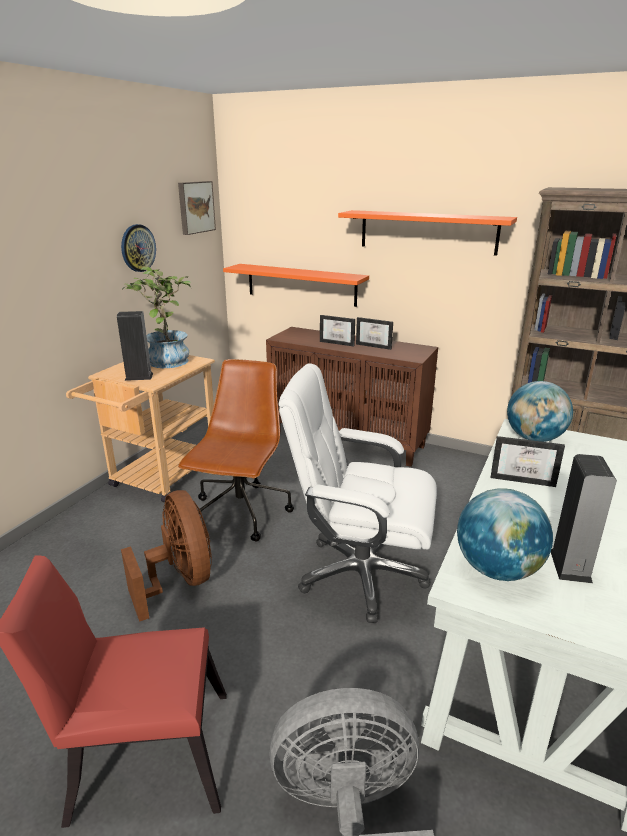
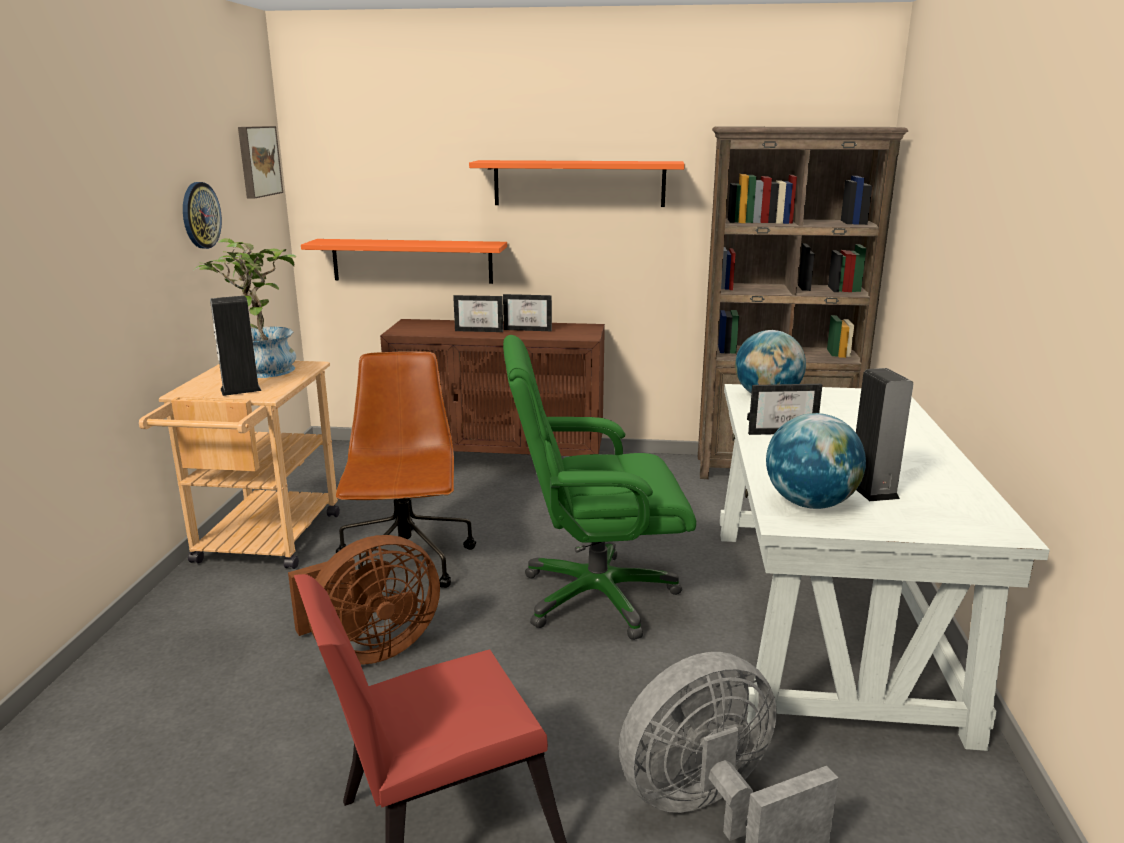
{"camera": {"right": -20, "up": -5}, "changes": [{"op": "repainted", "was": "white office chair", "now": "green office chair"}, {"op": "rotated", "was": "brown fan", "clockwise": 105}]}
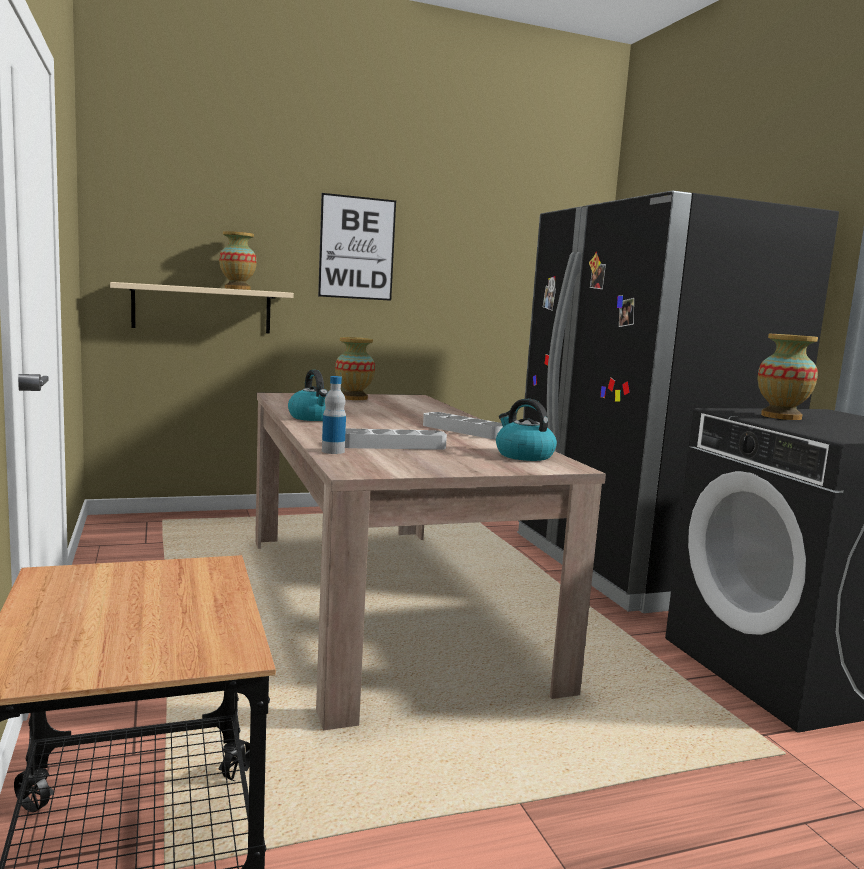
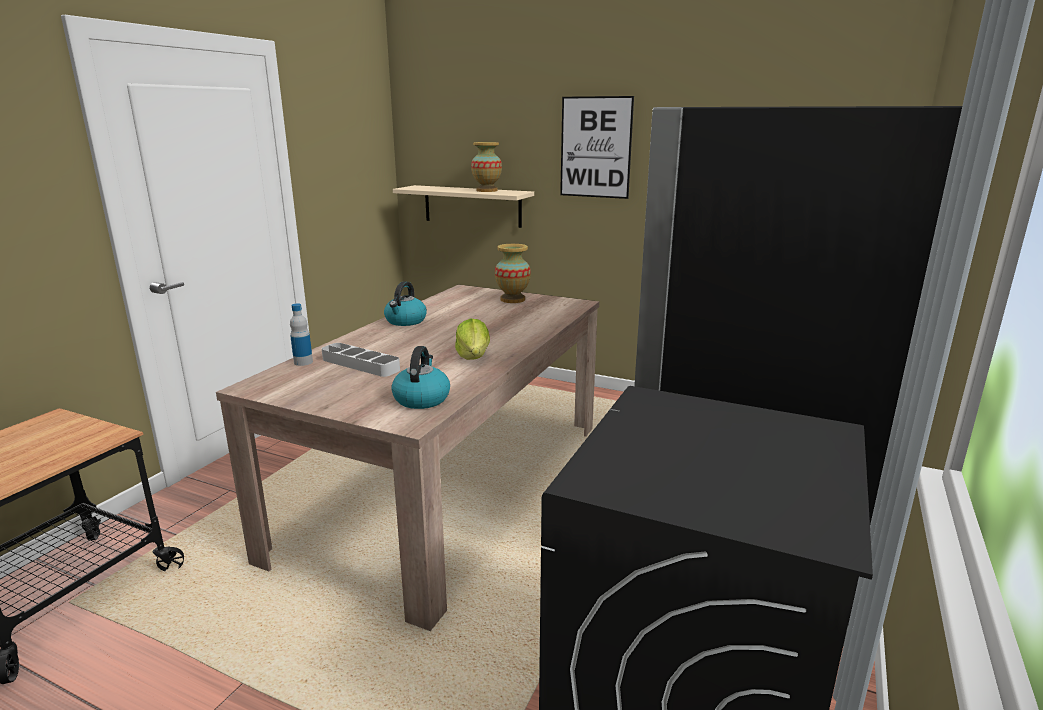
{"camera": {"right": 45, "up": 10}, "changes": [{"op": "gone", "was": "vase (no. 3 from left)"}, {"op": "swapped", "was": "grey tray (no. 2 from left)", "now": "lettuce"}]}
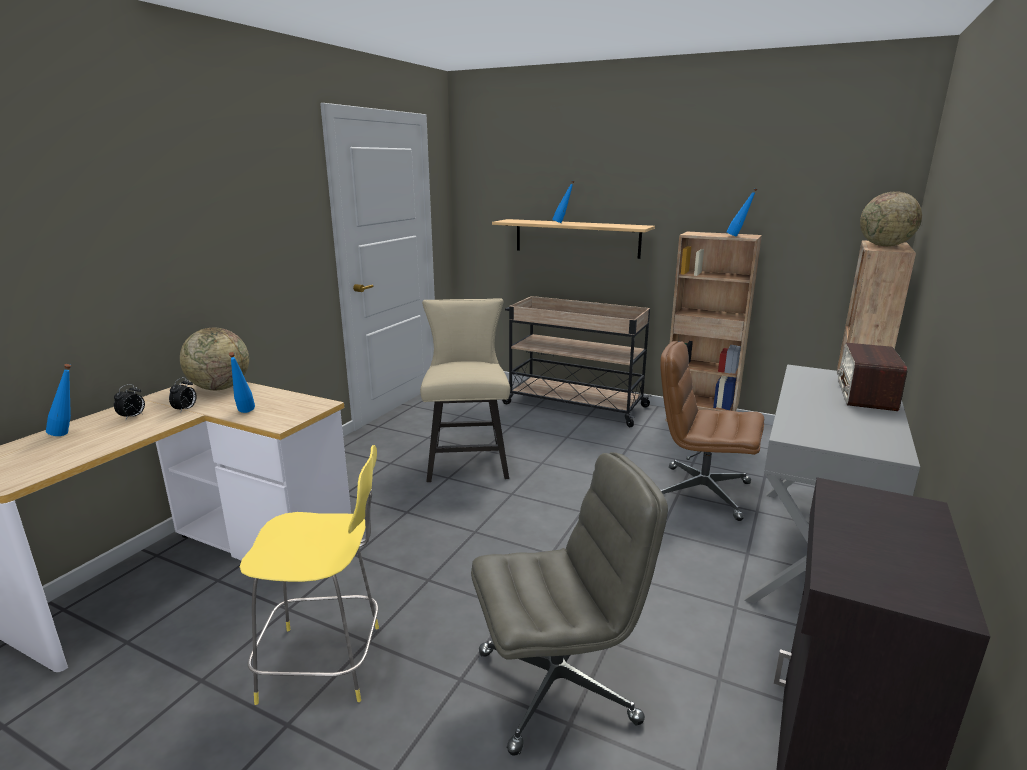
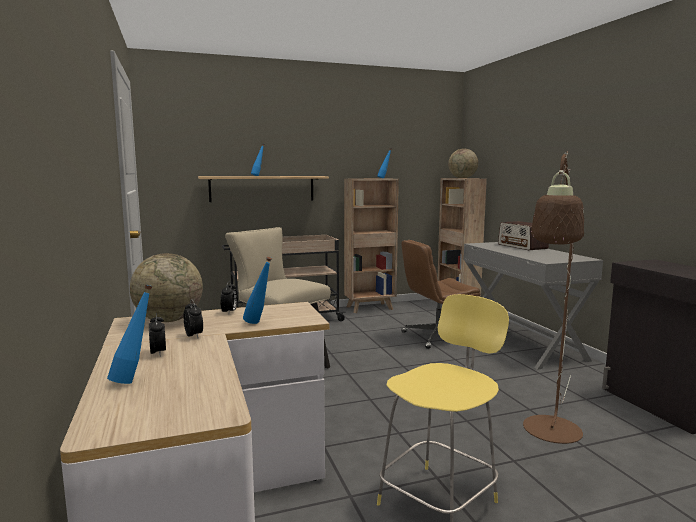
{"camera": {"right": -45, "up": -10}, "changes": [{"op": "swapped", "was": "grey office chair", "now": "brown floor lamp"}, {"op": "new", "now": "alarm clock (no. 3 from left)"}]}
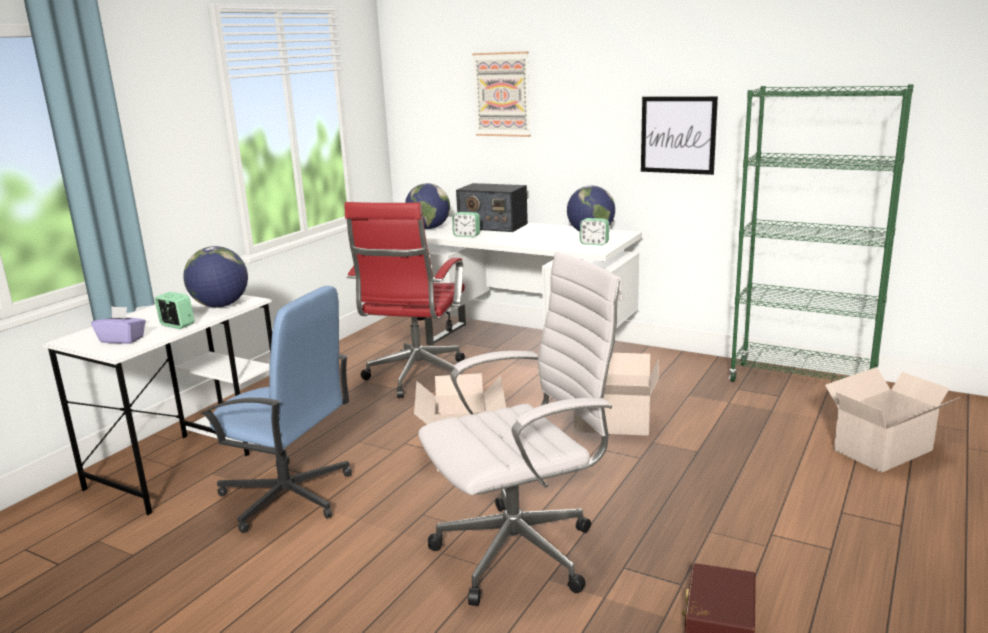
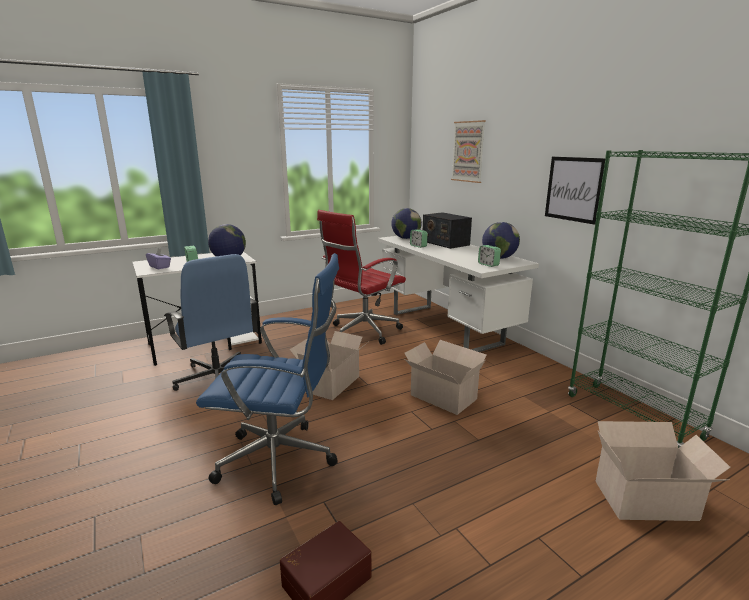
{"camera": {"right": 30, "up": 0}, "changes": [{"op": "repainted", "was": "white office chair", "now": "blue office chair (no. 2 from left)"}]}
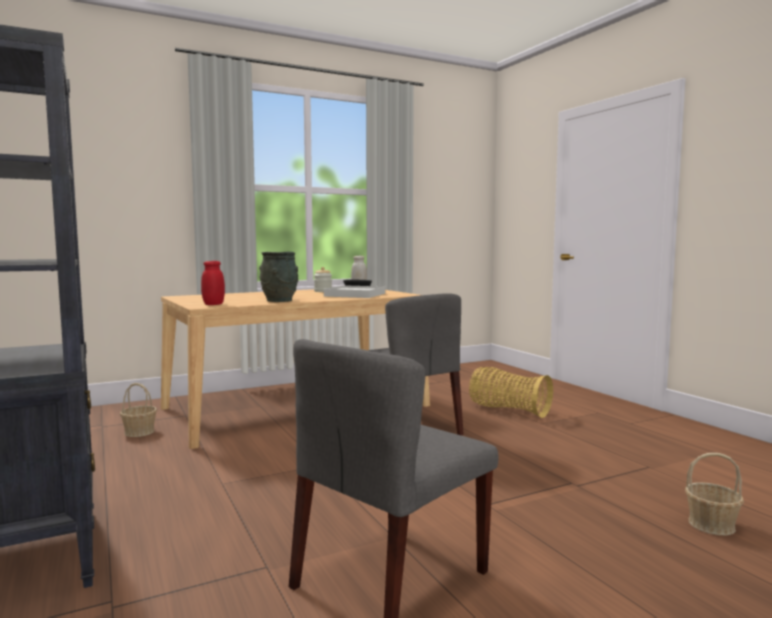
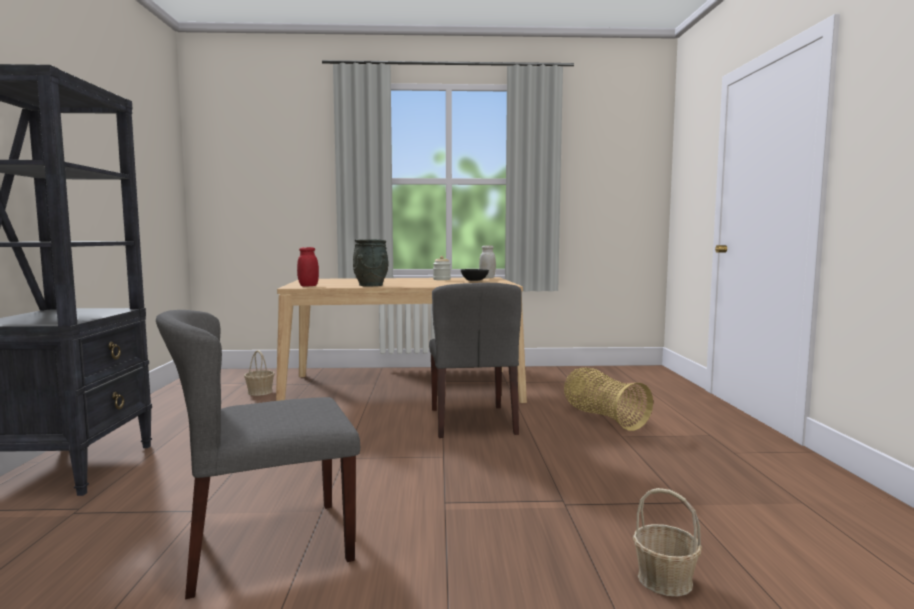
{"camera": {"right": 25, "up": 0}, "changes": [{"op": "gone", "was": "white tray"}]}
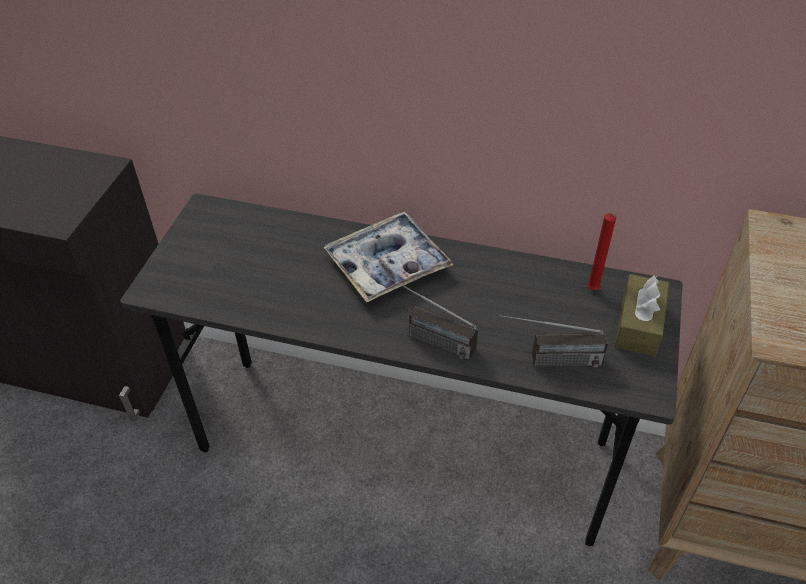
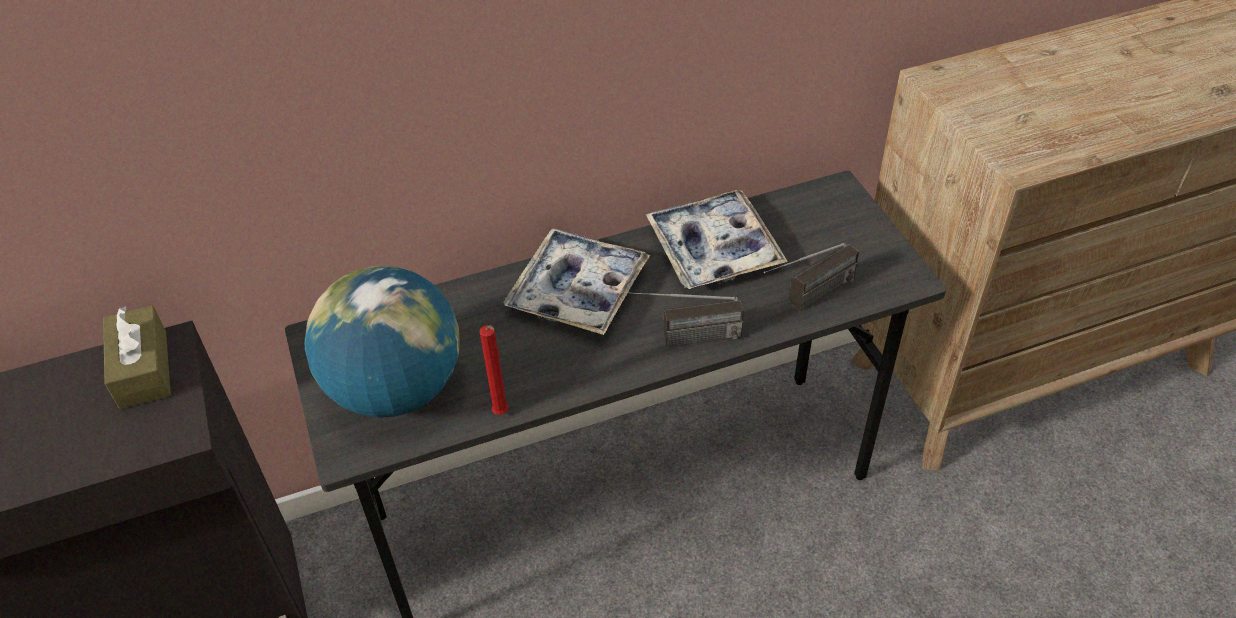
{"camera": {"right": -35, "up": 0}, "changes": [{"op": "shifted", "was": "red candle"}, {"op": "shifted", "was": "brown tissue box"}, {"op": "new", "now": "tray (no. 2 from left)"}, {"op": "new", "now": "globe"}]}
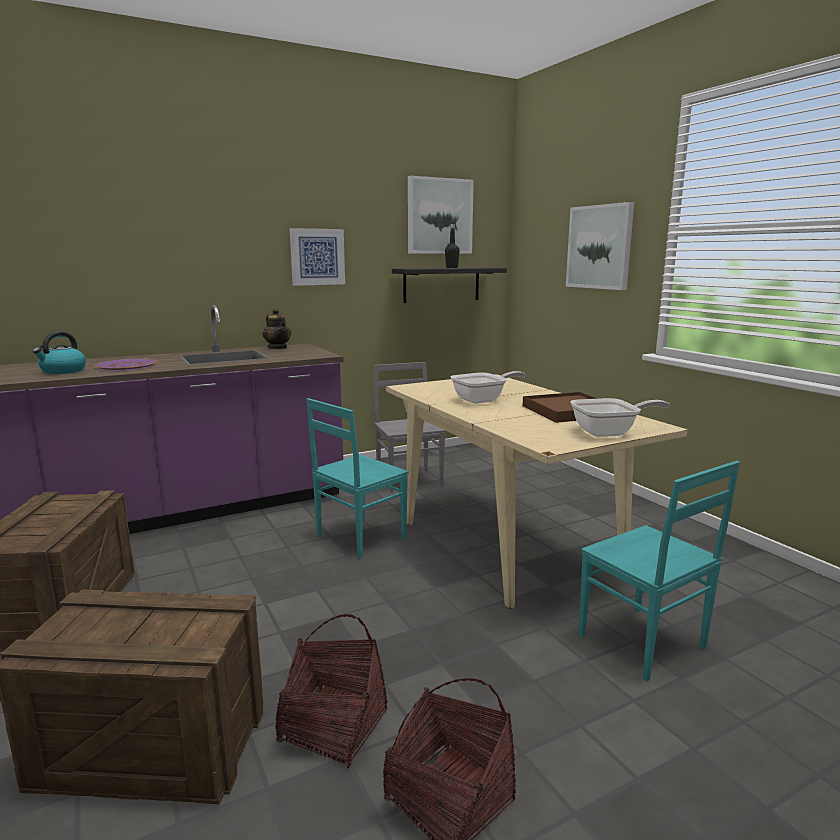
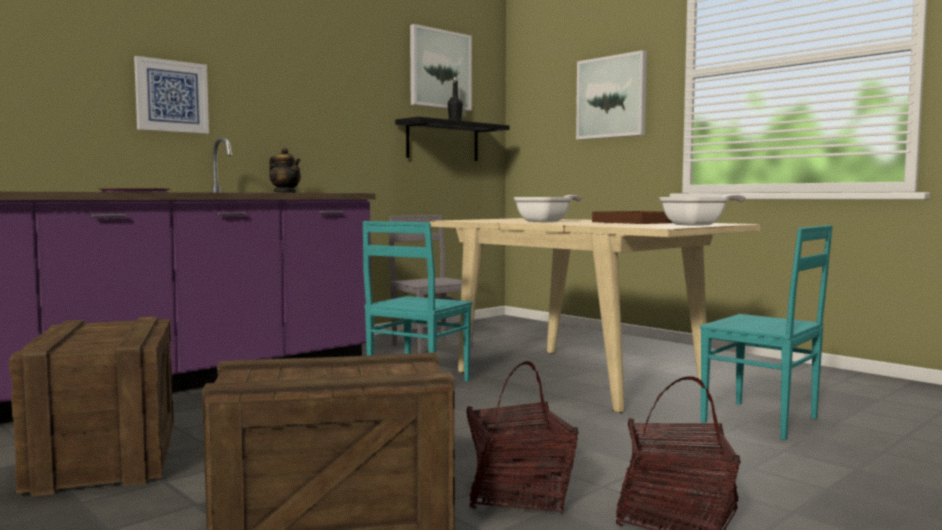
{"camera": {"right": -15, "up": -10}, "changes": [{"op": "shifted", "was": "picture (no. 1 from left)"}, {"op": "gone", "was": "kettle"}]}
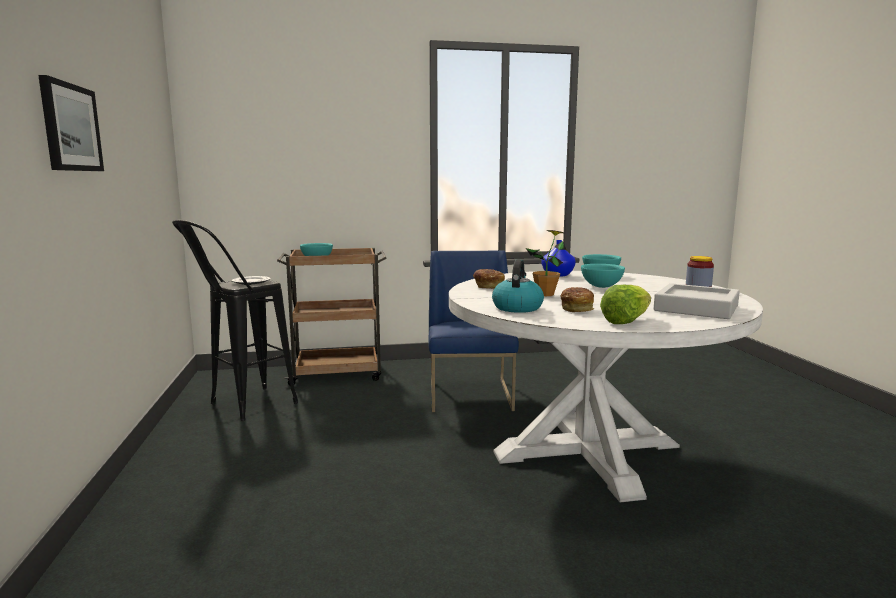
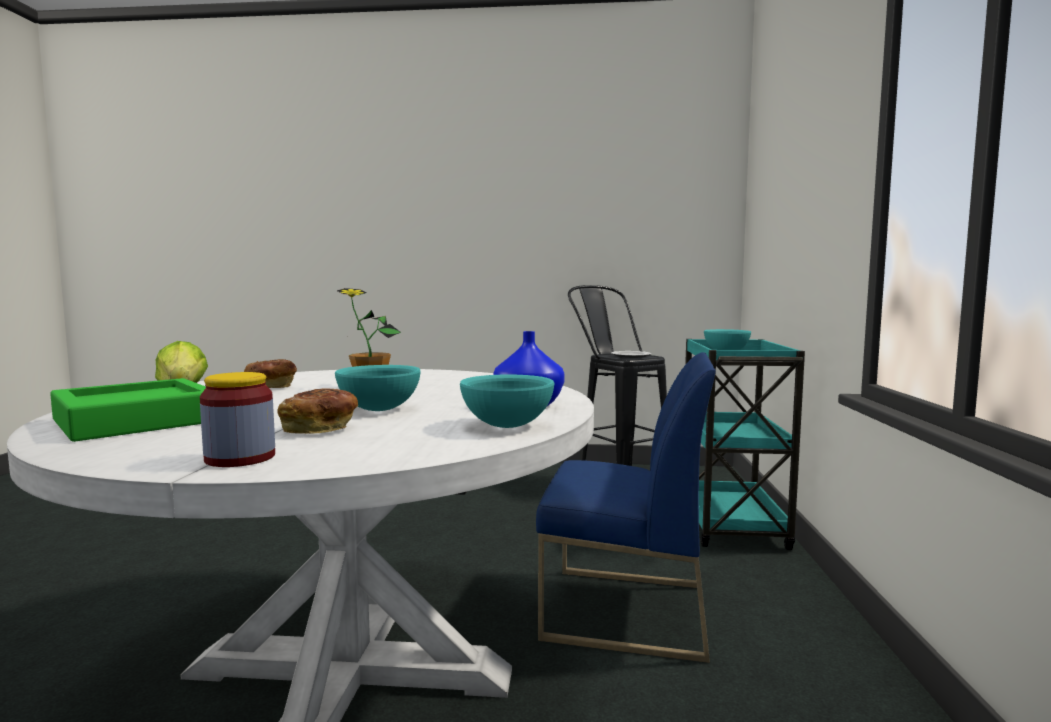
{"camera": {"right": 105, "up": -5}, "changes": [{"op": "gone", "was": "picture"}, {"op": "repainted", "was": "brown cart", "now": "turquoise cart"}, {"op": "gone", "was": "kettle"}, {"op": "shifted", "was": "bread (no. 1 from left in the first image)", "now": "bread (no. 2 from left)"}, {"op": "repainted", "was": "grey tray", "now": "green tray"}]}
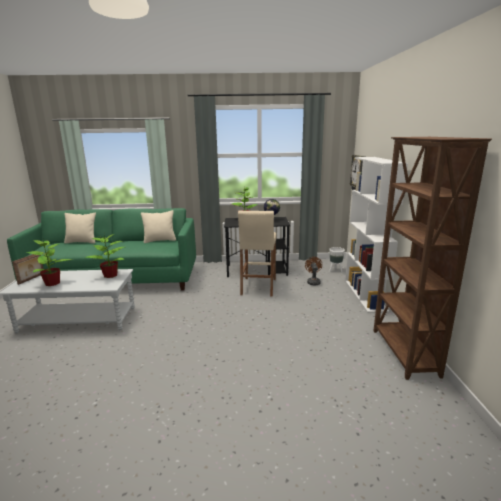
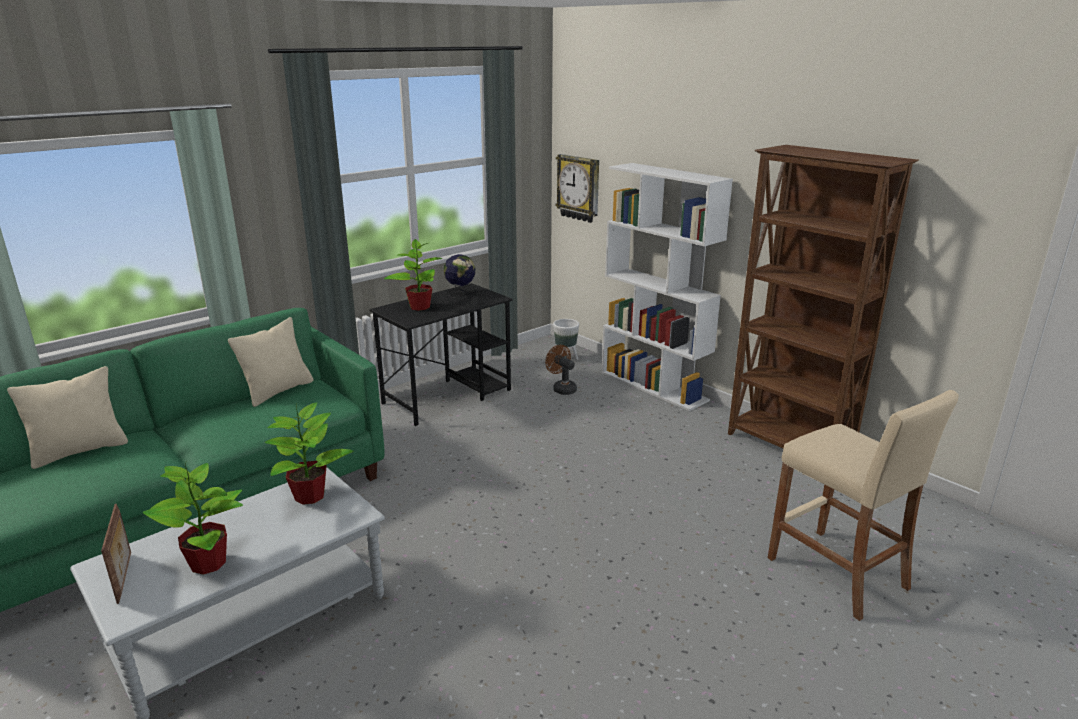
{"camera": {"right": -40, "up": 5}, "changes": [{"op": "shifted", "was": "beige stool"}]}
